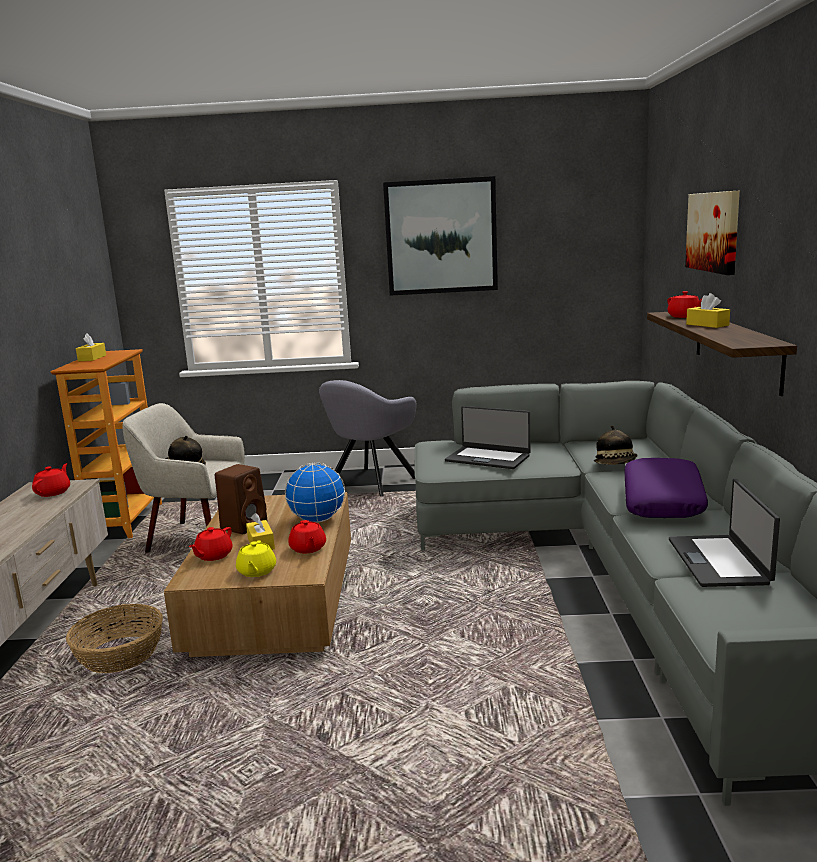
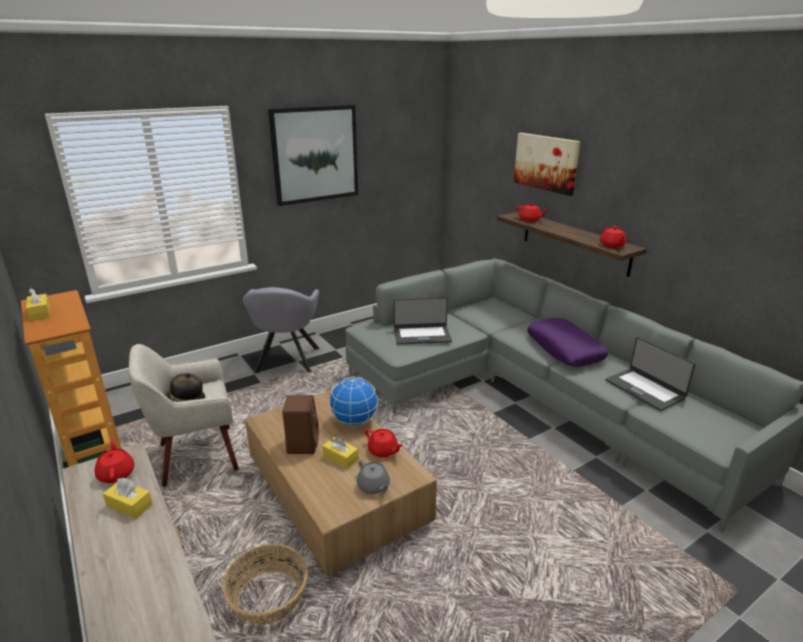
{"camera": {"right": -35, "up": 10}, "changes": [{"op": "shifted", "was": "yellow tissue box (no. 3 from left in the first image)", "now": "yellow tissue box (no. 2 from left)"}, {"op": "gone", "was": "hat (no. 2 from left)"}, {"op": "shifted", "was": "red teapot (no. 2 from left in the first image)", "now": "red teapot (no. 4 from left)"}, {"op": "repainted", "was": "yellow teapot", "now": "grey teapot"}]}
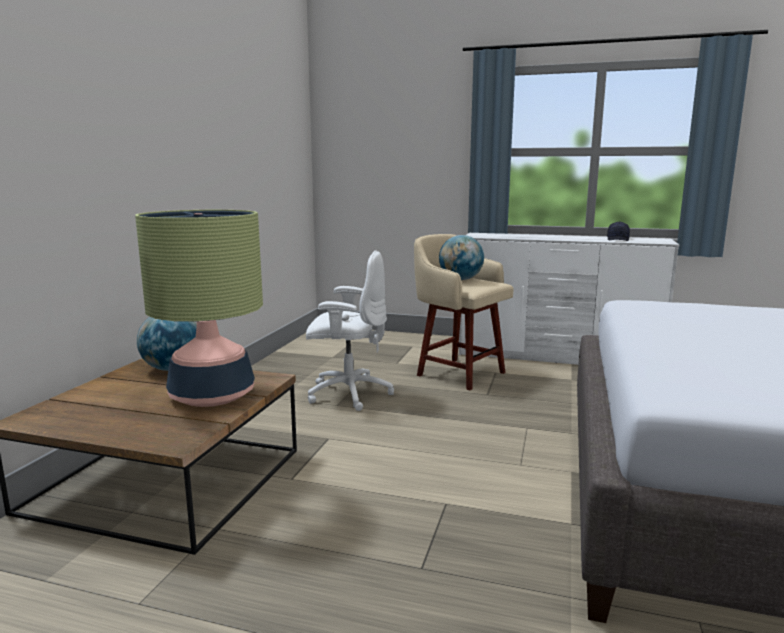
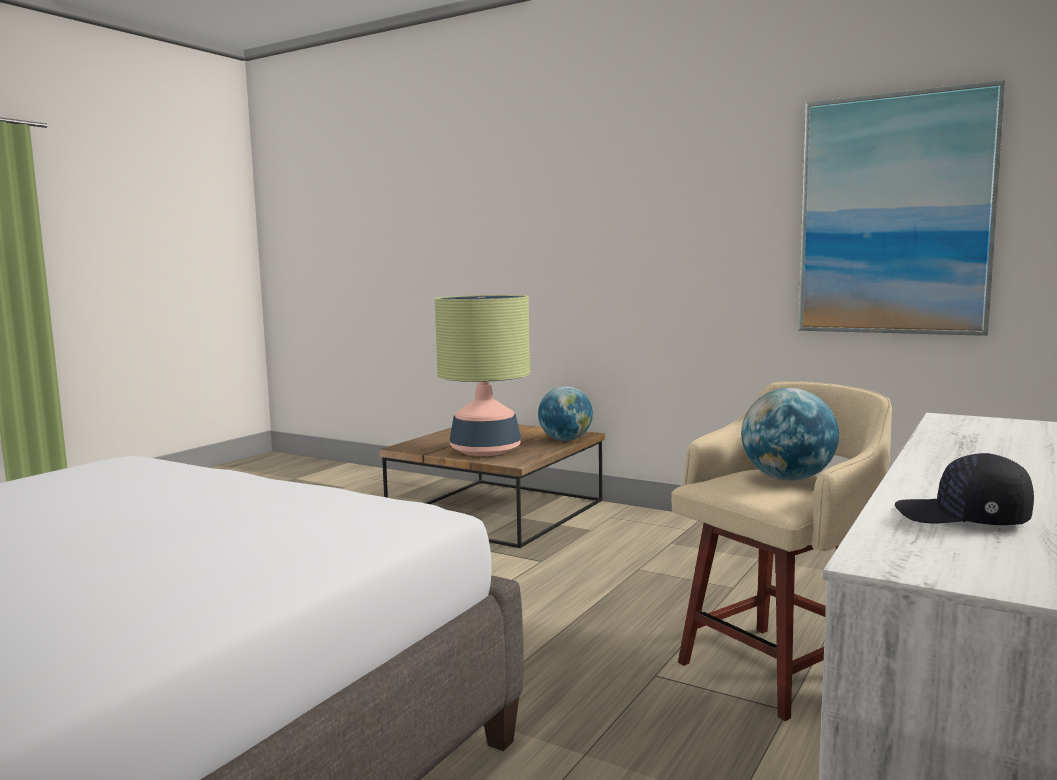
{"camera": {"right": 105, "up": -5}, "changes": [{"op": "gone", "was": "white office chair"}, {"op": "new", "now": "picture"}]}
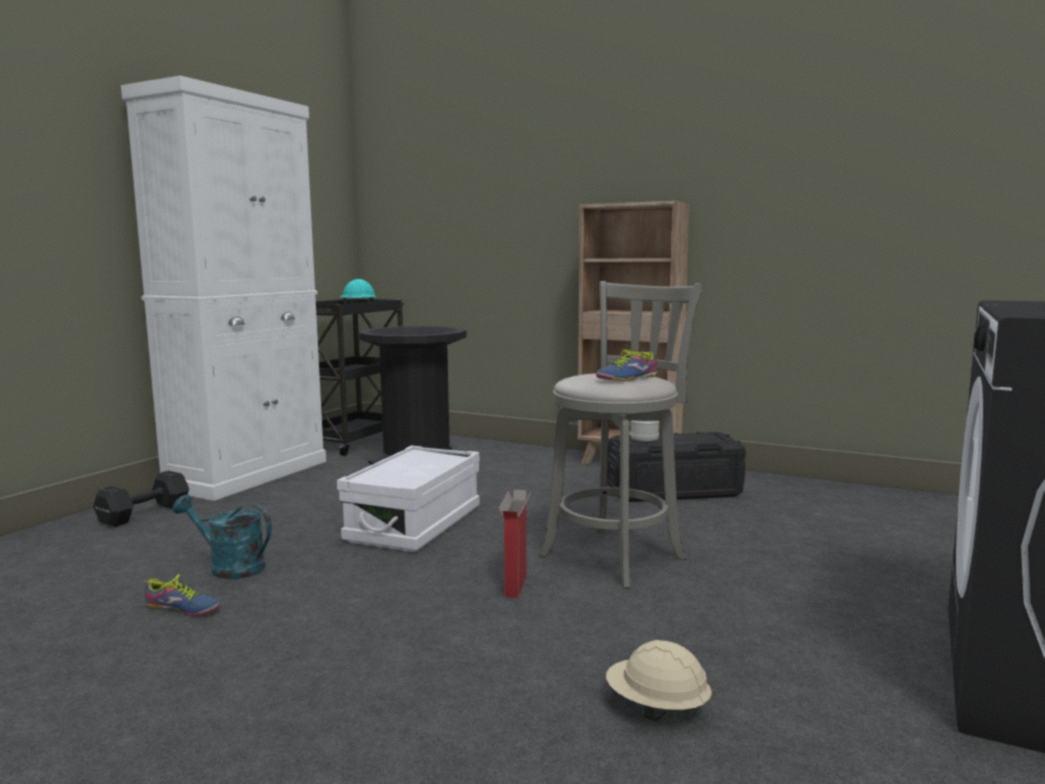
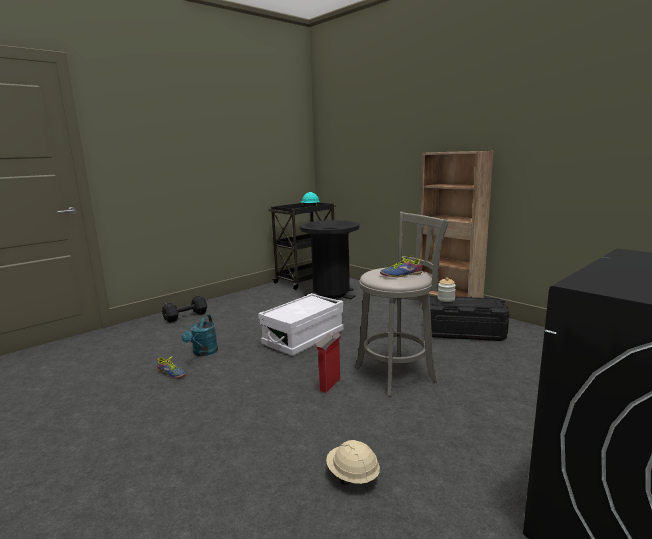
{"camera": {"right": 20, "up": 5}, "changes": [{"op": "gone", "was": "white cabinet"}, {"op": "rotated", "was": "turquoise watering can", "clockwise": -120}]}
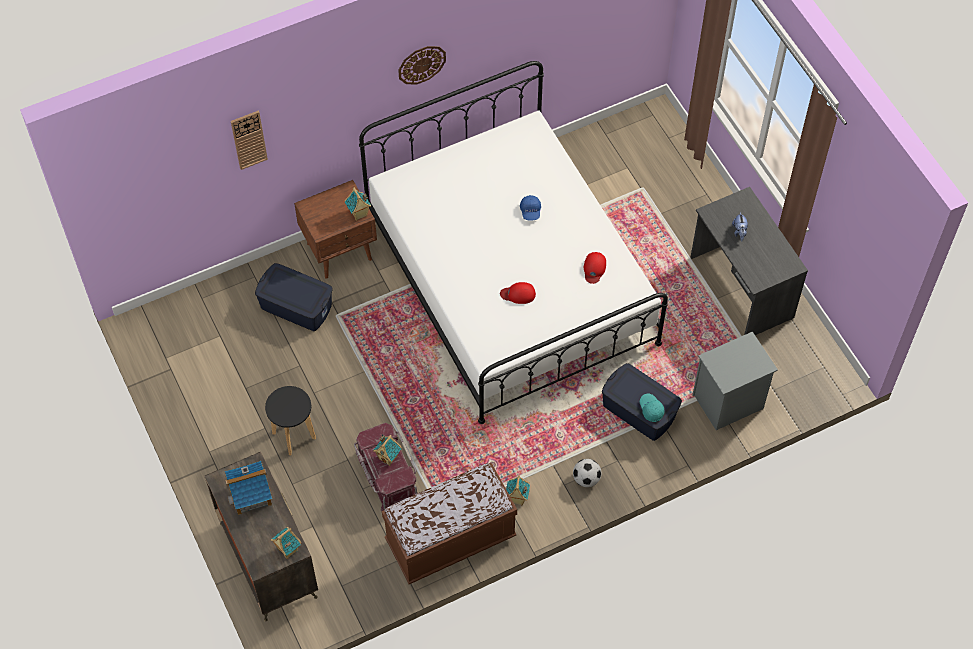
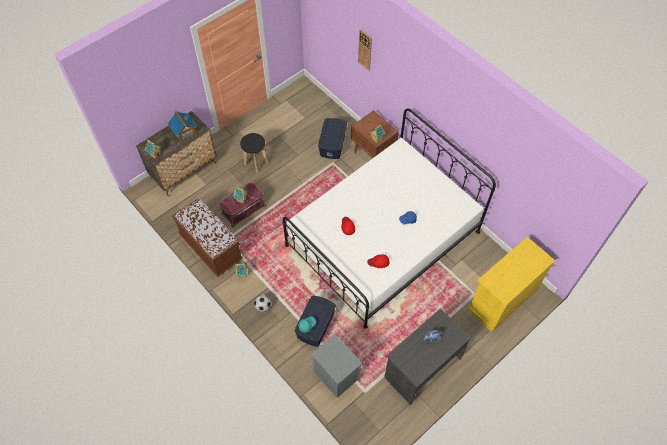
{"camera": {"right": 75, "up": 0}, "changes": [{"op": "gone", "was": "wall clock (no. 2 from left)"}, {"op": "new", "now": "yellow cabinet"}]}
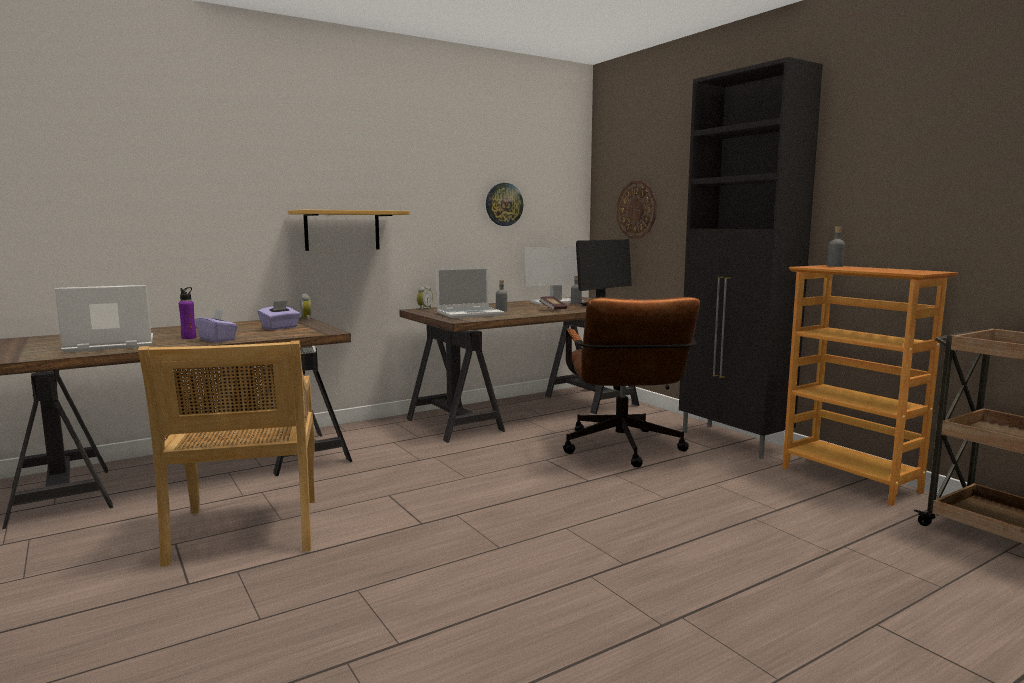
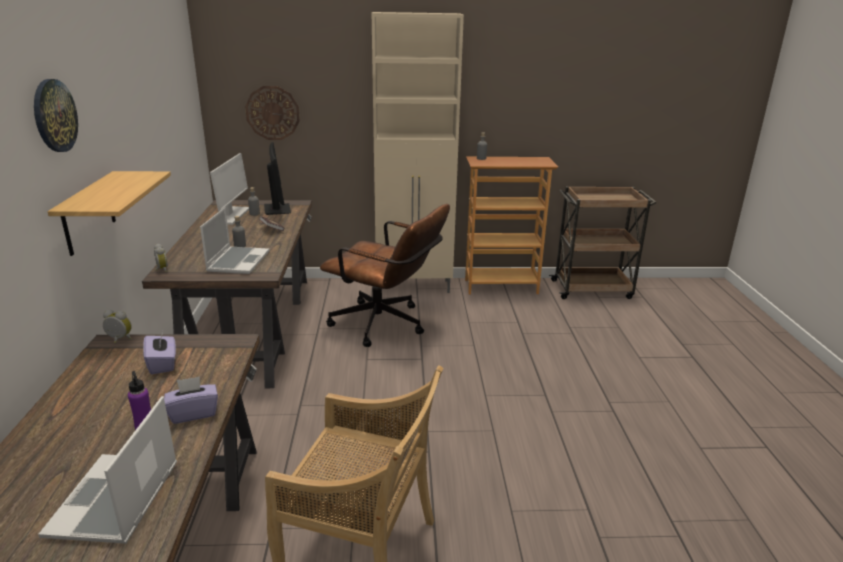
{"camera": {"right": -60, "up": 15}, "changes": [{"op": "repainted", "was": "black cabinet", "now": "beige cabinet"}, {"op": "shifted", "was": "wall clock (no. 1 from left)"}]}
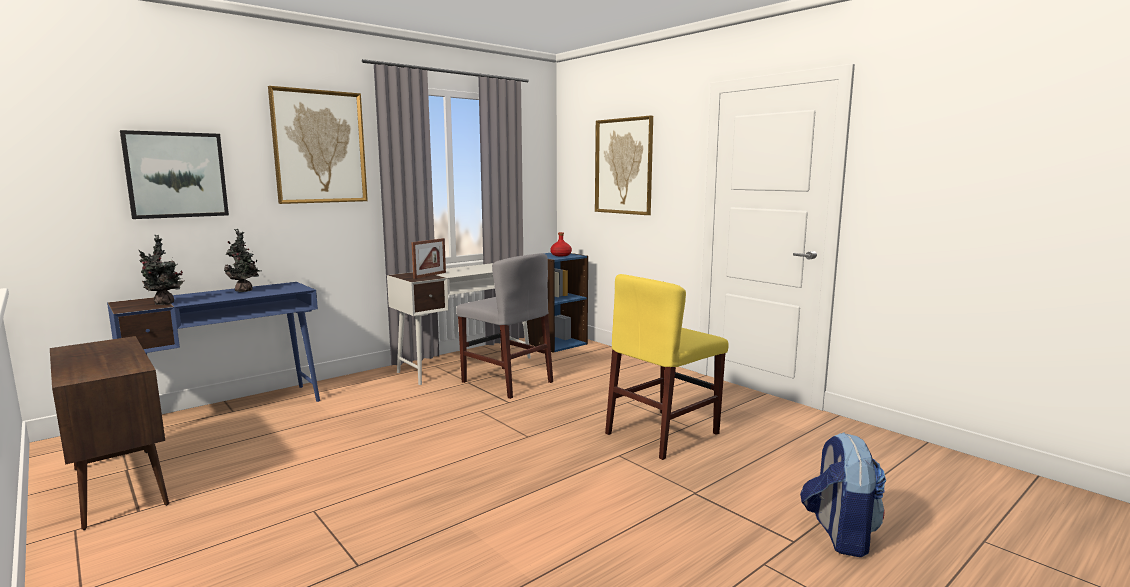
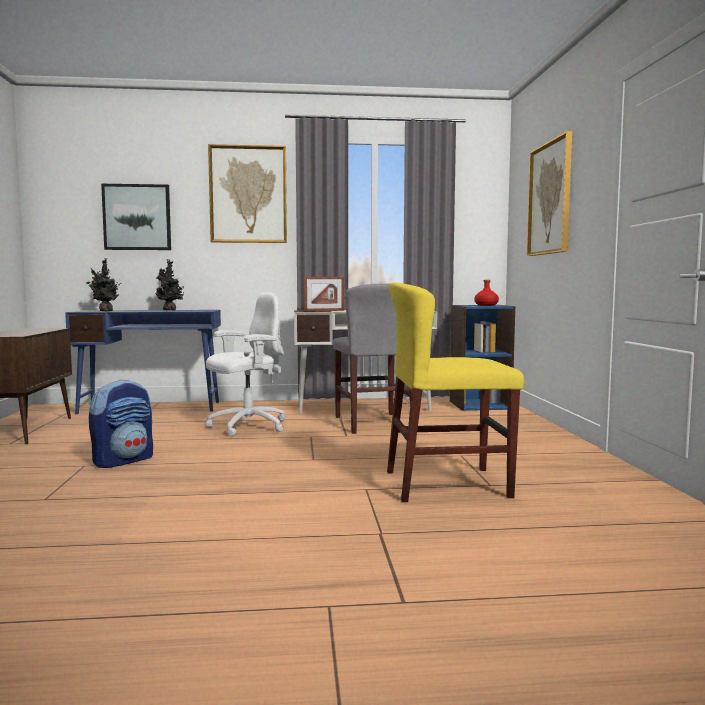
{"camera": {"right": 35, "up": -5}, "changes": [{"op": "shifted", "was": "backpack"}, {"op": "new", "now": "white office chair"}]}
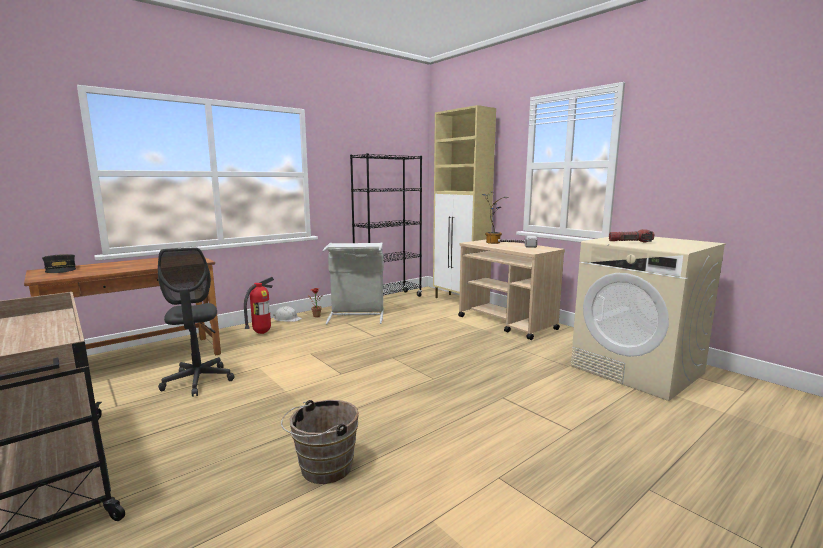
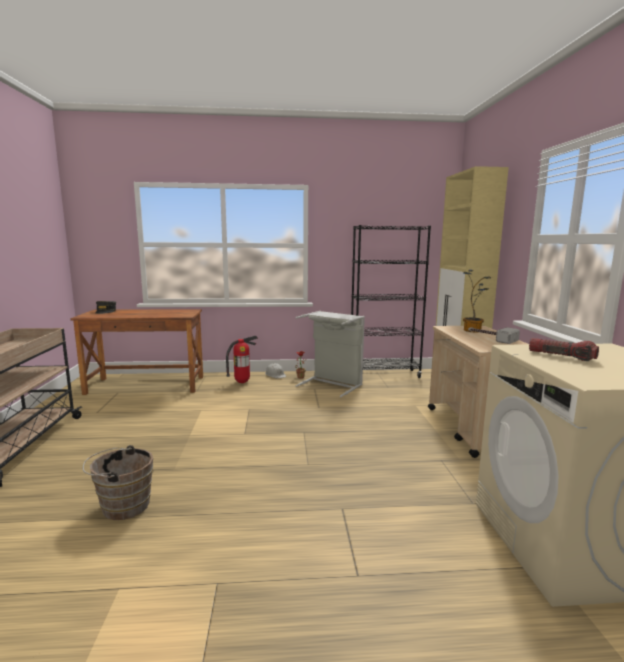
{"camera": {"right": 35, "up": 0}, "changes": [{"op": "gone", "was": "grey office chair"}]}
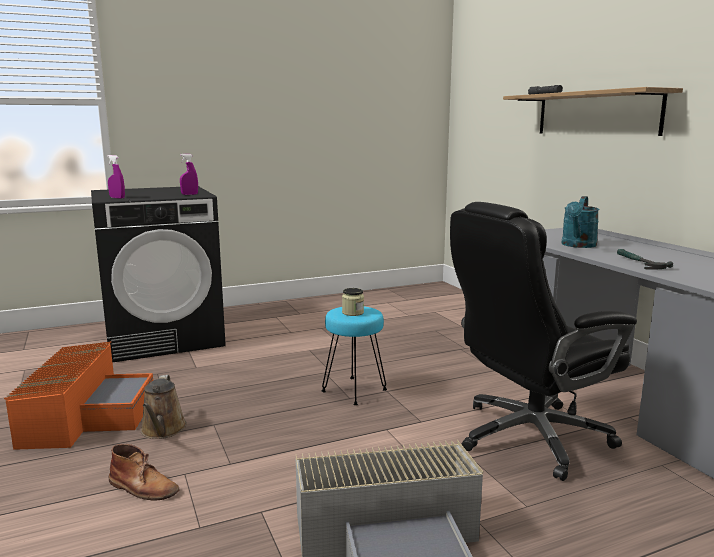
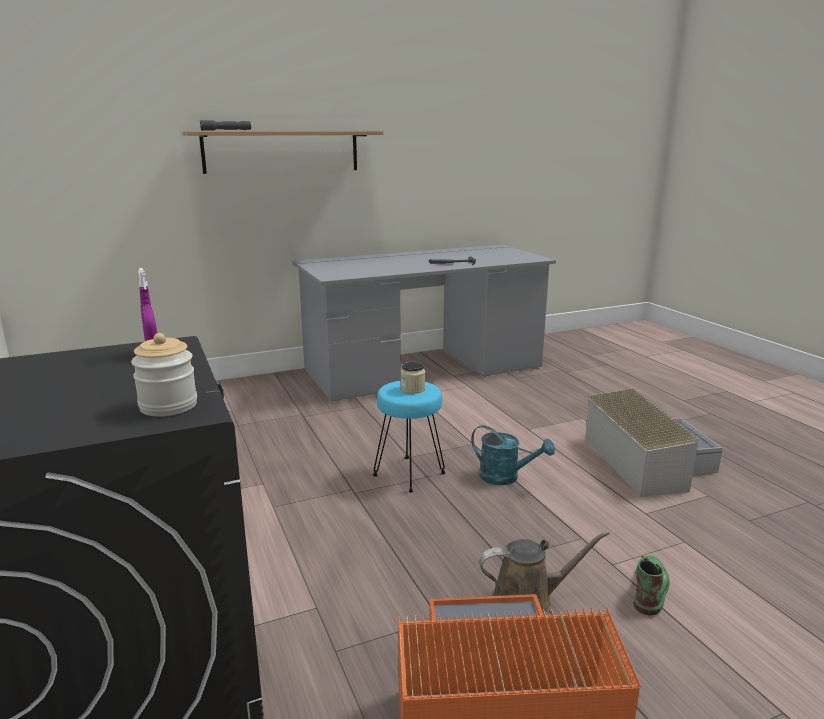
{"camera": {"right": -90, "up": 5}, "changes": [{"op": "swapped", "was": "purple spray bottle (no. 1 from left)", "now": "jar (no. 1 from left)"}, {"op": "shifted", "was": "turquoise watering can"}, {"op": "gone", "was": "black office chair"}, {"op": "repainted", "was": "brown boot", "now": "green boot"}]}
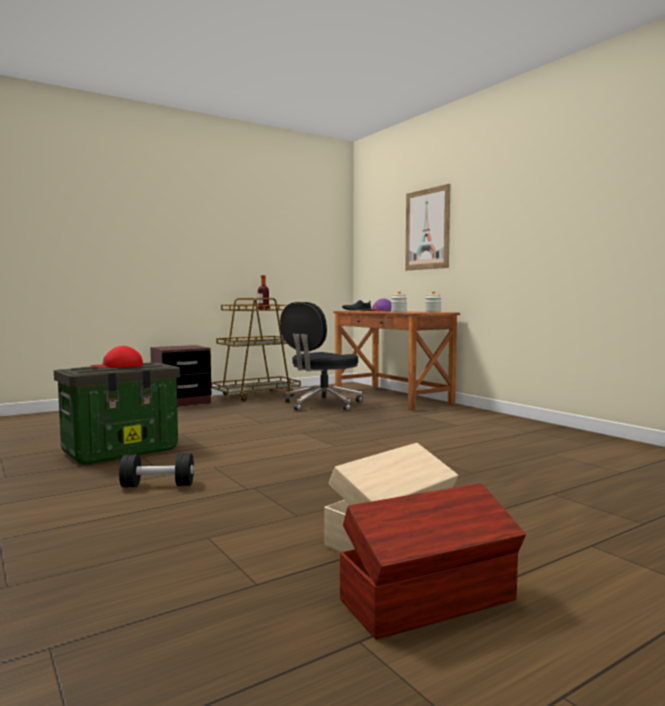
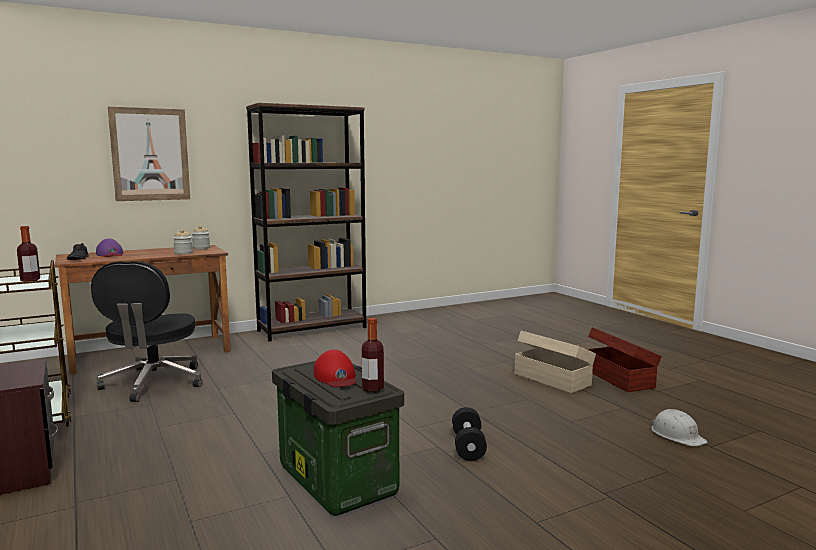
{"camera": {"right": -85, "up": 5}, "changes": [{"op": "rotated", "was": "black office chair", "clockwise": 45}, {"op": "new", "now": "brown bookcase"}, {"op": "new", "now": "bottle (no. 2 from left)"}, {"op": "new", "now": "white hard hat"}]}
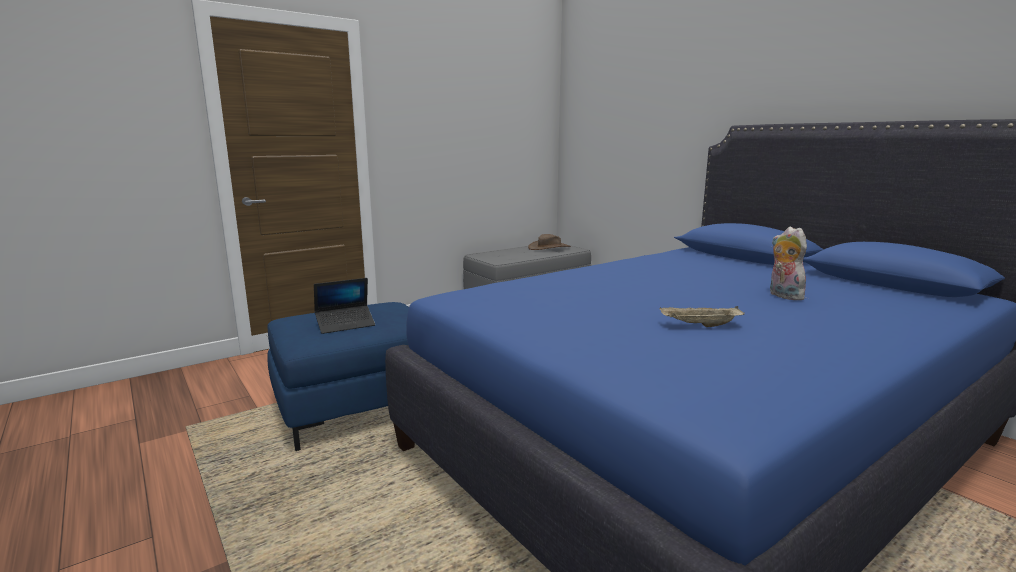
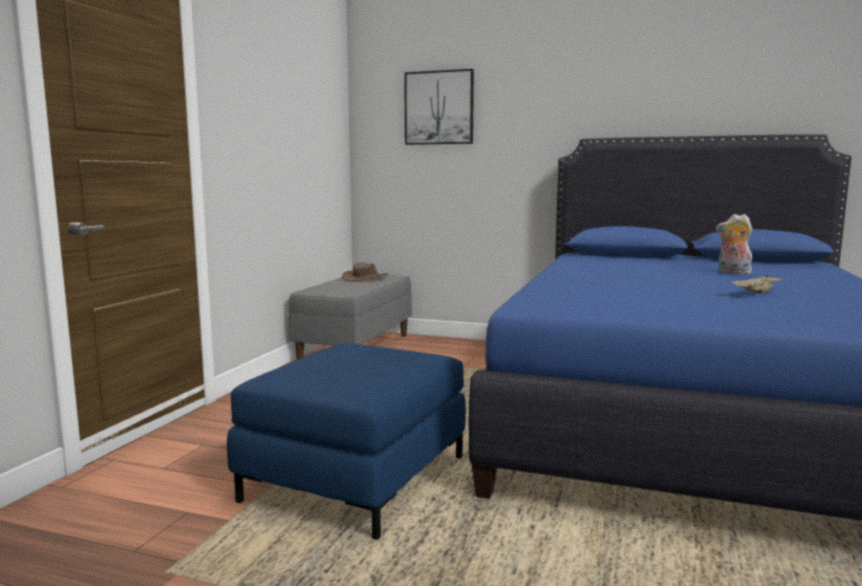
{"camera": {"right": -35, "up": -5}, "changes": [{"op": "gone", "was": "laptop"}, {"op": "new", "now": "picture"}]}
